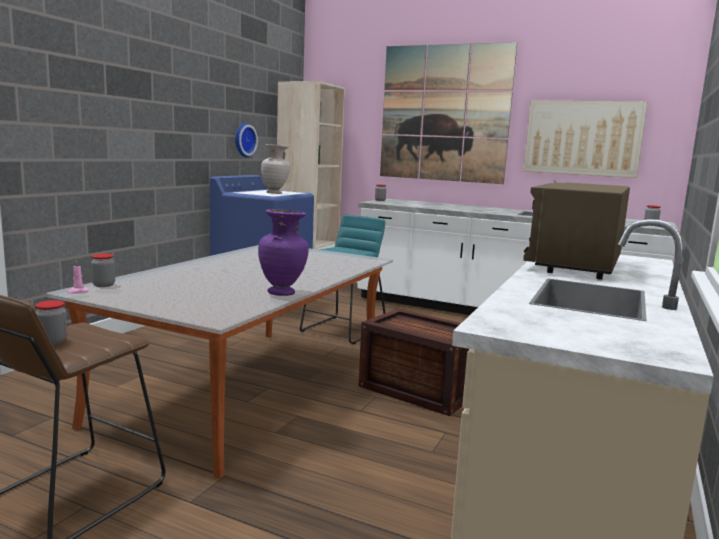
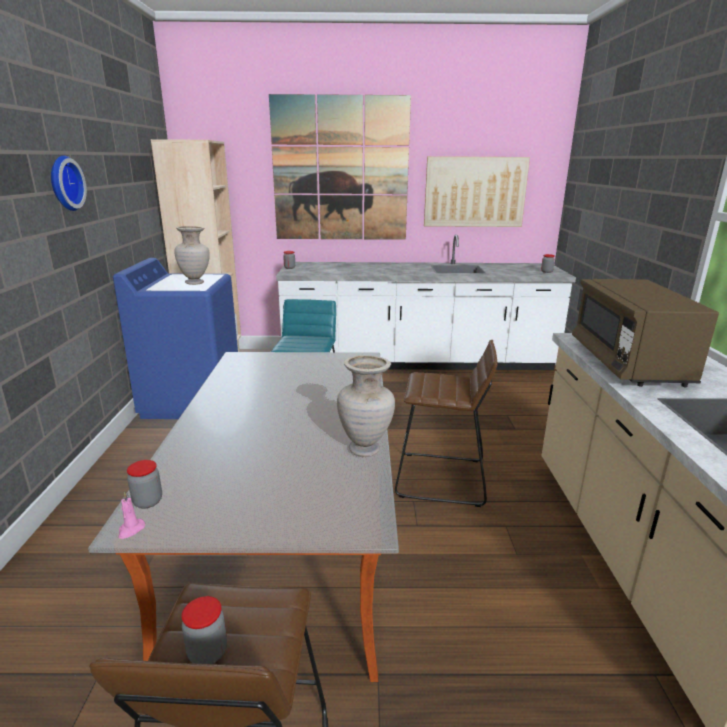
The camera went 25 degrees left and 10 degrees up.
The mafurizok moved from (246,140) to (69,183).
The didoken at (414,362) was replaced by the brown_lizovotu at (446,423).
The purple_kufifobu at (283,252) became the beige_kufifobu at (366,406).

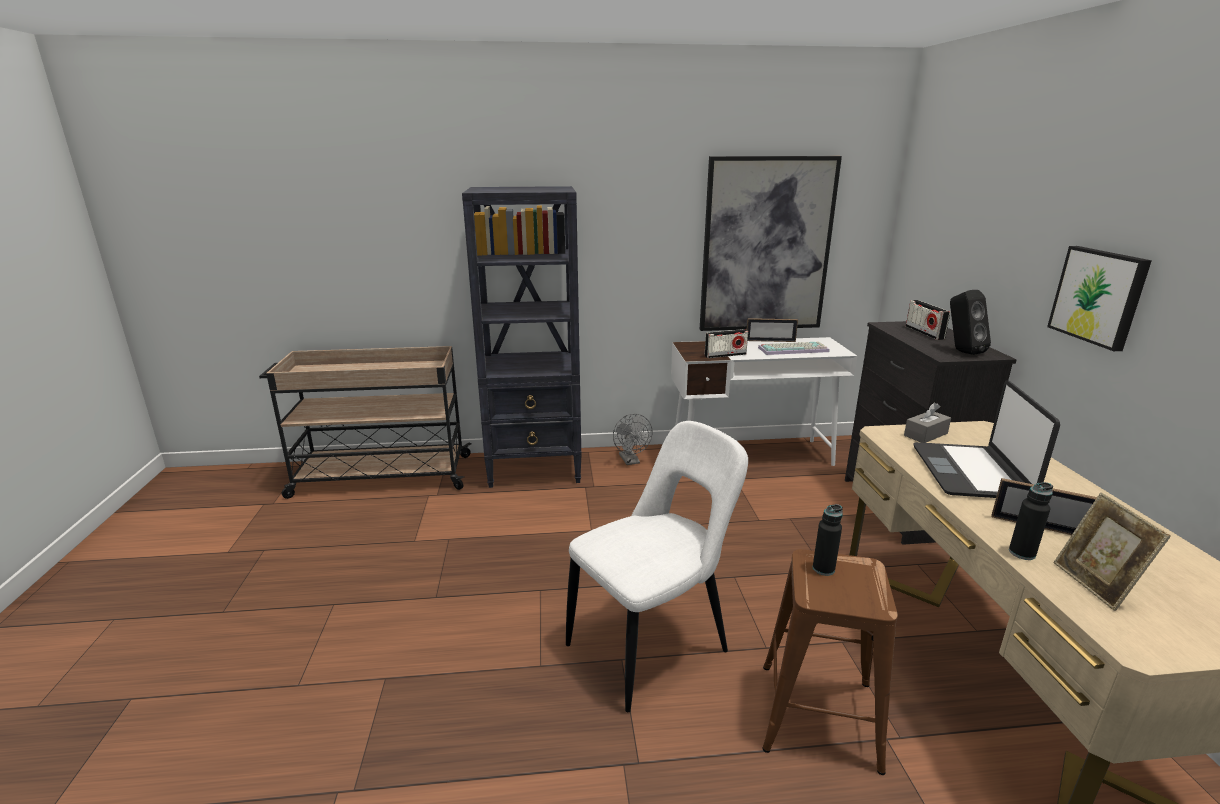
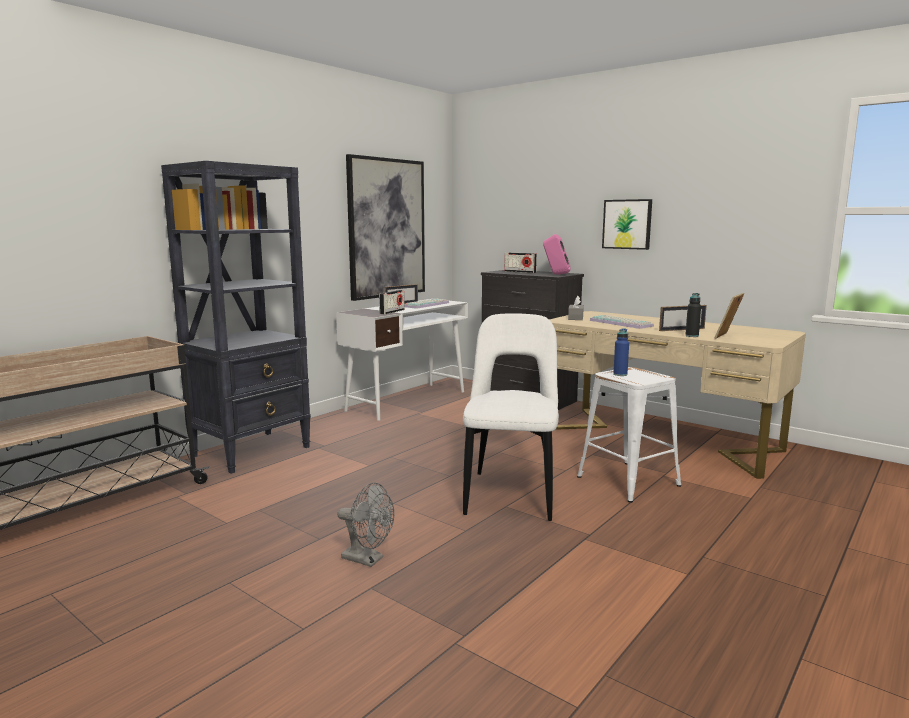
The camera went 45 degrees left and 10 degrees down.
The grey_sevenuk moved from (633,439) to (365,524).
The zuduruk at (986,439) was replaced by the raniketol at (622,322).
The brown_lizovotu at (830,662) became the white_lizovotu at (629,435).
The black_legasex at (828,540) became the blue_legasex at (621,352).
The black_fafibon at (970,322) became the pink_fafibon at (557,254).
The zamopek at (1112,551) turned 90 degrees clockwise.

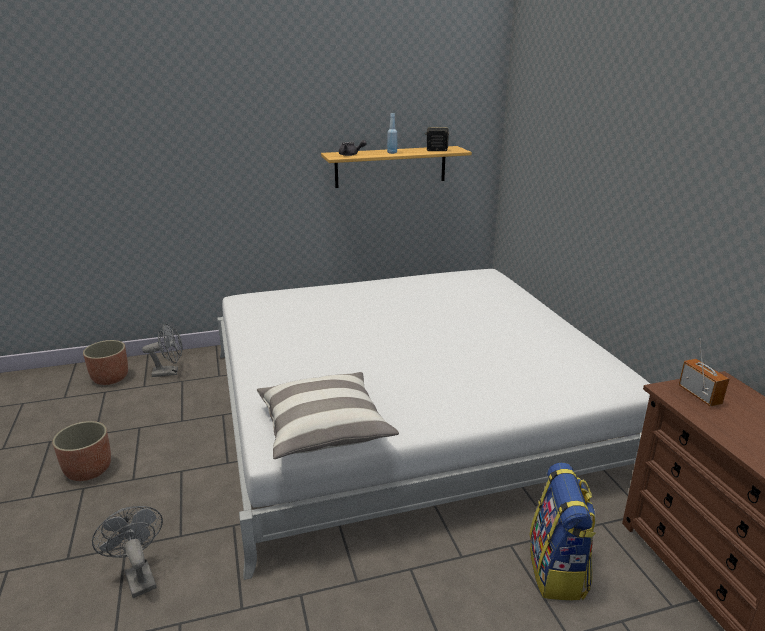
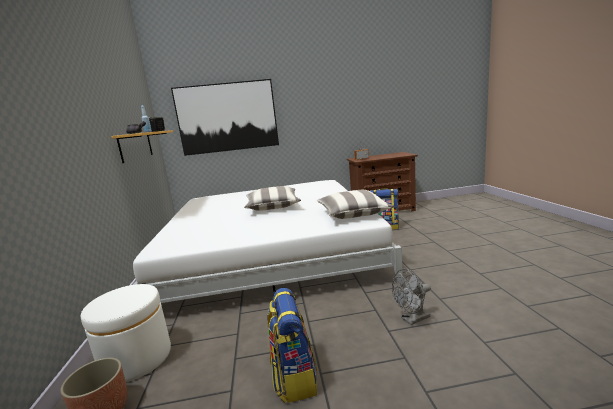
The camera went 80 degrees left and 10 degrees down.
The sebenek at (225,117) appeared.
The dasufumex at (272,198) appeared.
The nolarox at (81,451) was replaced by the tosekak at (293,345).
The grey_sevenuk at (162,350) was replaced by the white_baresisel at (126,333).

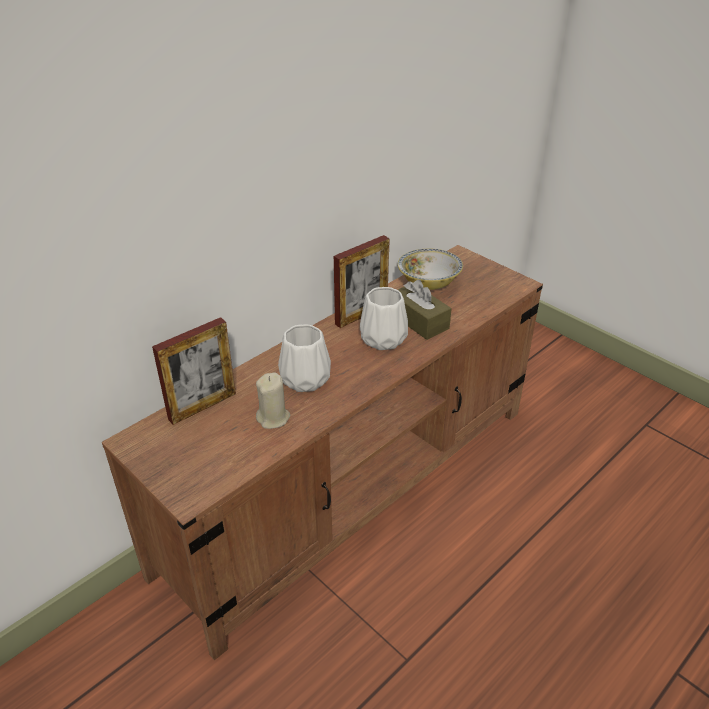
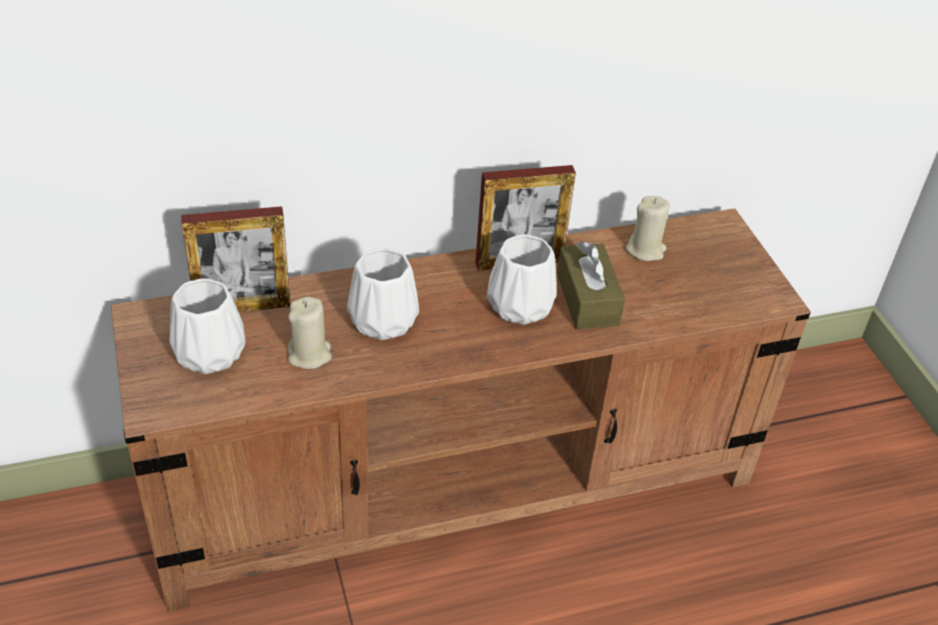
The camera went 25 degrees right and 5 degrees up.
The white_kufifobu at (207,326) appeared.
The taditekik at (430,269) was replaced by the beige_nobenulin at (648,228).

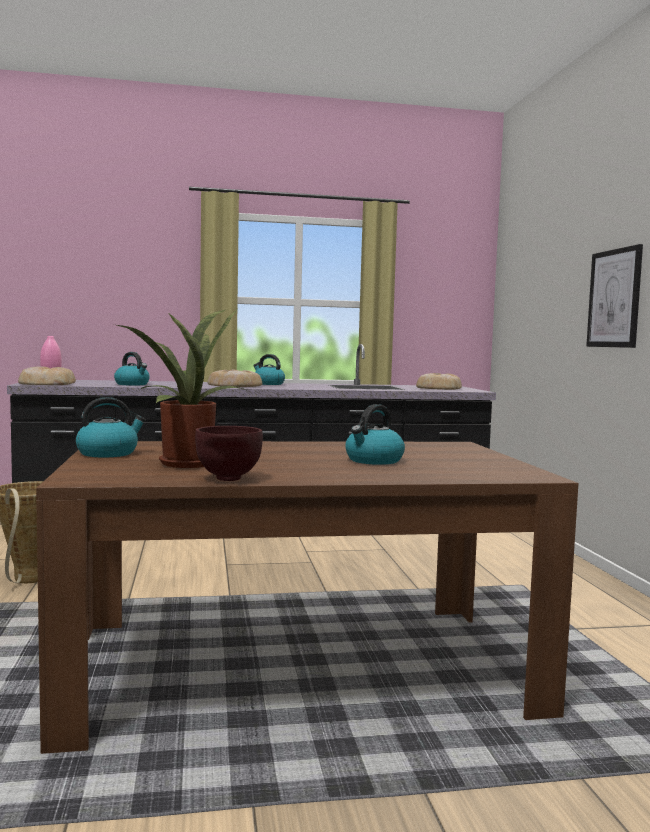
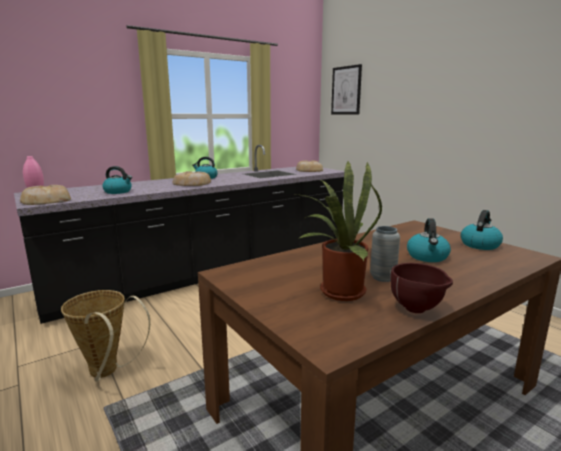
The camera went 25 degrees left and 10 degrees up.
The grey_kufifobu at (385,254) appeared.
The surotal moved from (111,427) to (482,230).
The sebenek moved from (614,296) to (346,89).

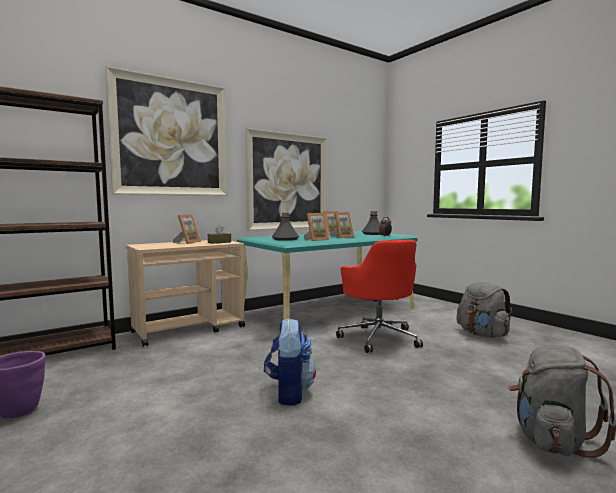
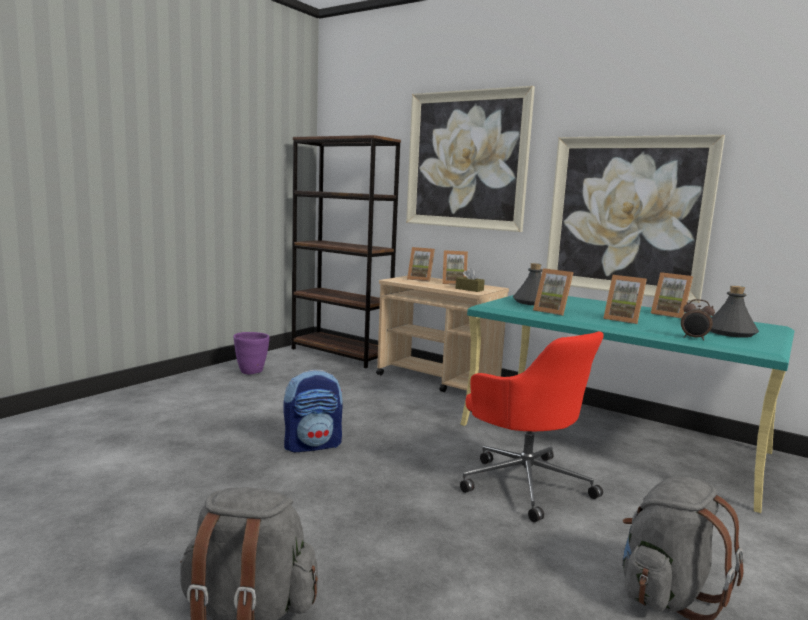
The camera went 70 degrees right and 5 degrees up.
The zamopek at (421,264) appeared.
The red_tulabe at (379,296) turned 90 degrees counterclockwise.

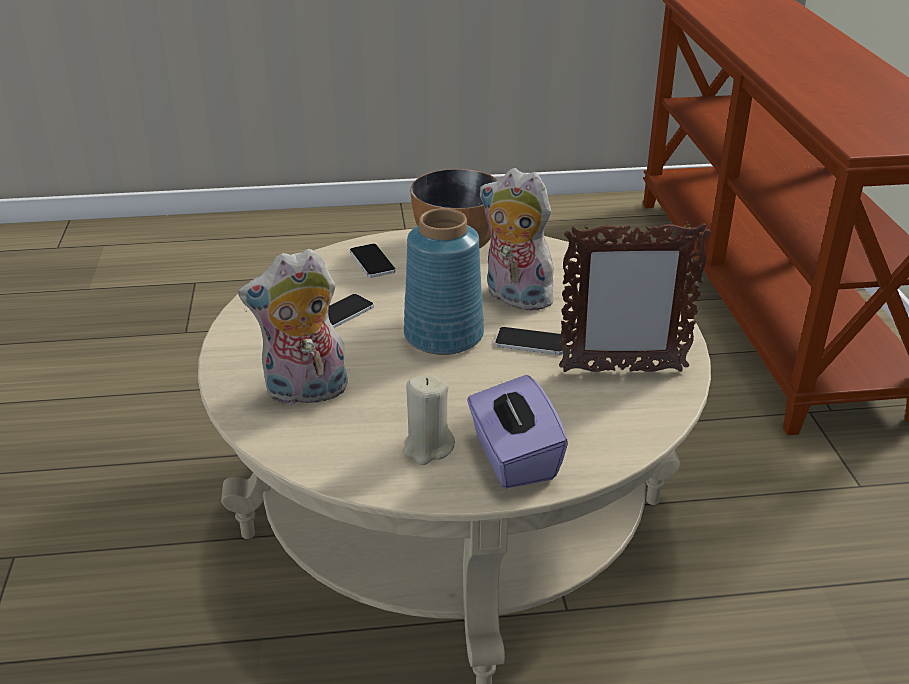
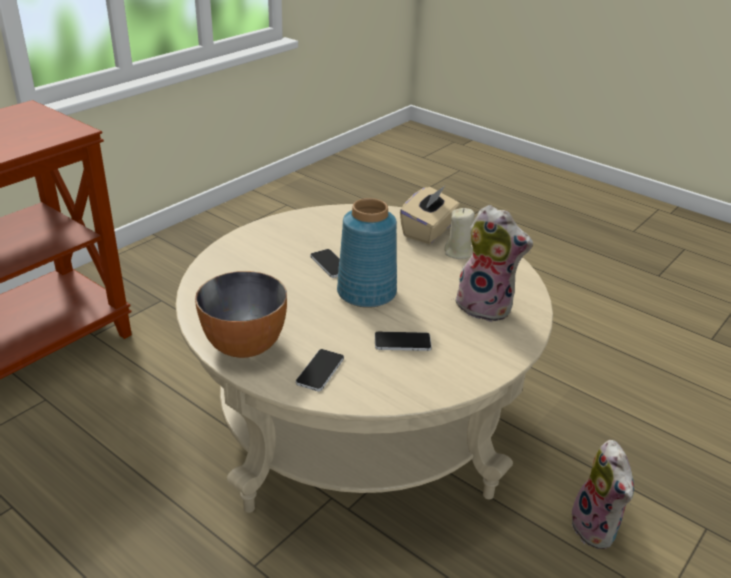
The camera went 135 degrees left and 0 degrees up.
The zamopek at (635,296) disappeared.
The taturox moved from (518,239) to (602,494).
The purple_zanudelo at (517,431) became the beige_zanudelo at (430,215).

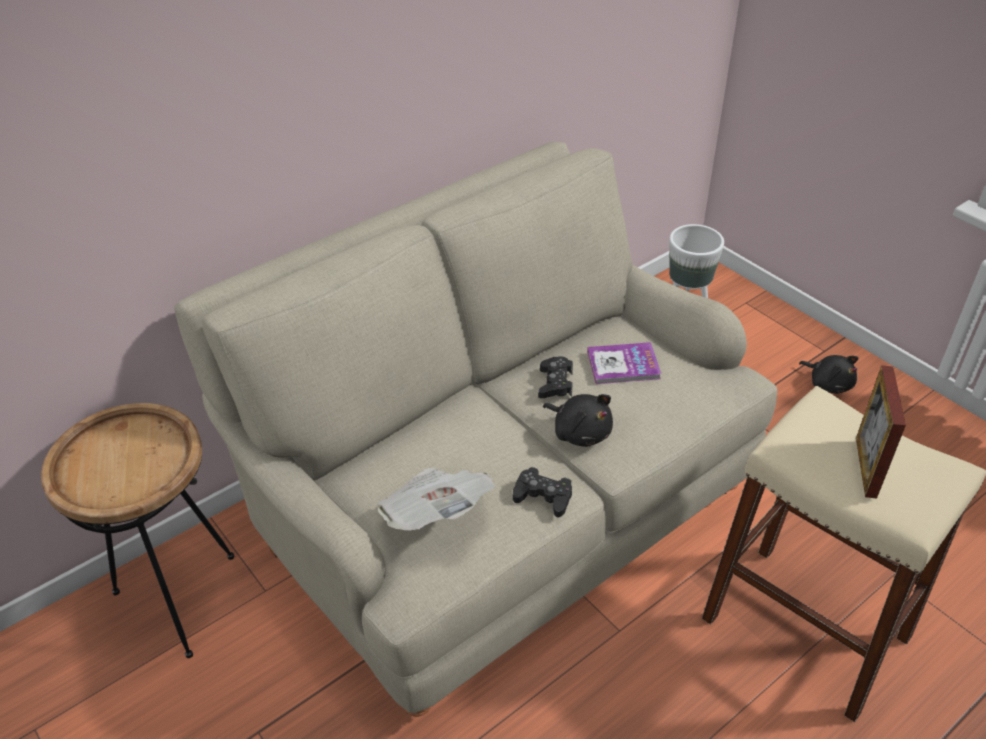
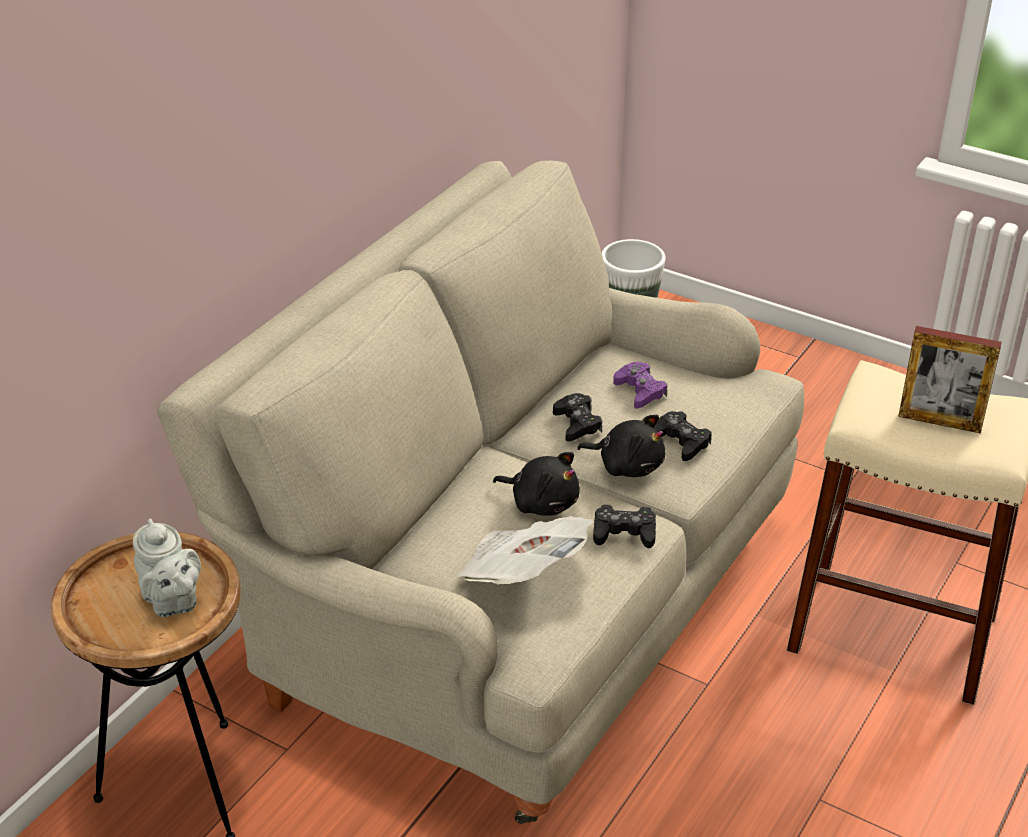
The camera went 20 degrees left and 5 degrees down.
The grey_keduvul at (167,568) appeared.
The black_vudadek at (683,436) appeared.
The black_taturox moved from (829,374) to (536,484).
The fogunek at (624,363) was replaced by the purple_vudadek at (640,385).
The zamopek at (881,431) turned 60 degrees counterclockwise.

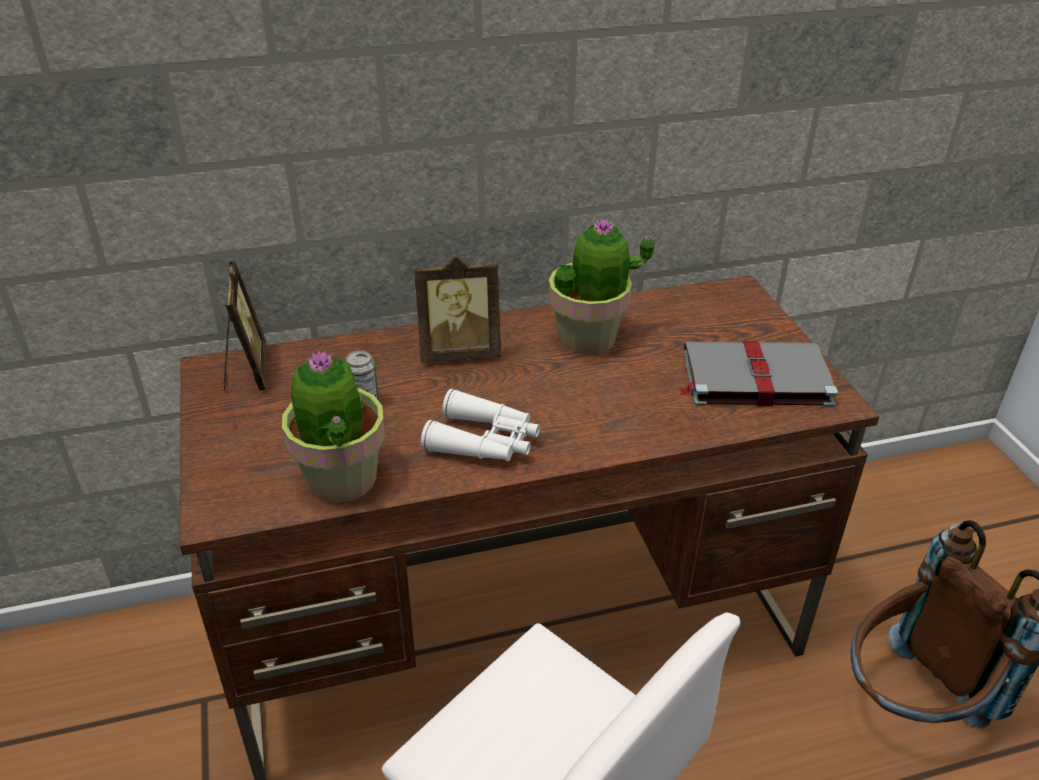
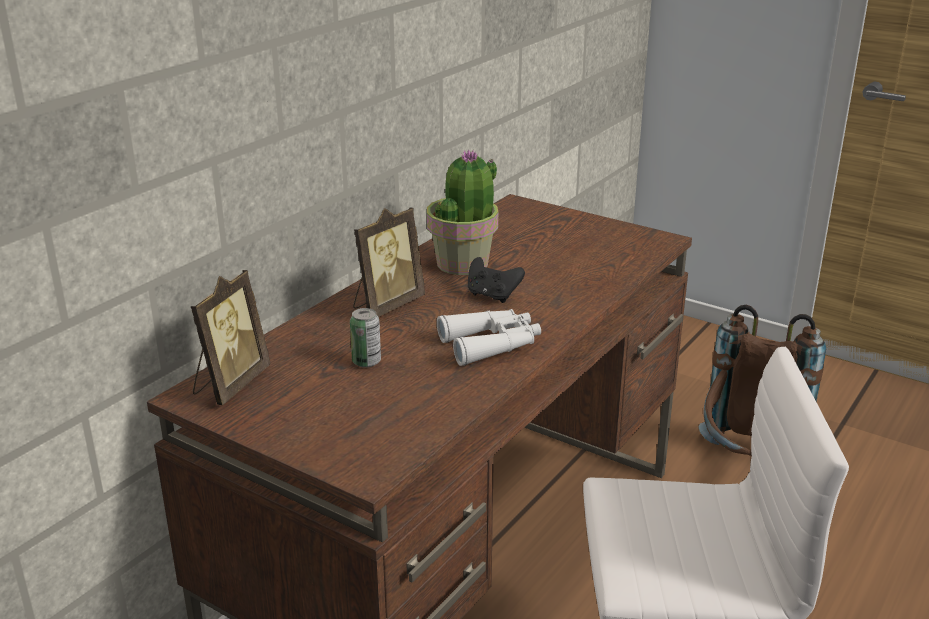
The camera went 40 degrees left and 10 degrees down.
The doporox at (333,426) disappeared.
The grey_fogunek at (758,374) disappeared.
The black_vudadek at (496,280) appeared.
The zamopek at (245,326) turned 75 degrees clockwise.

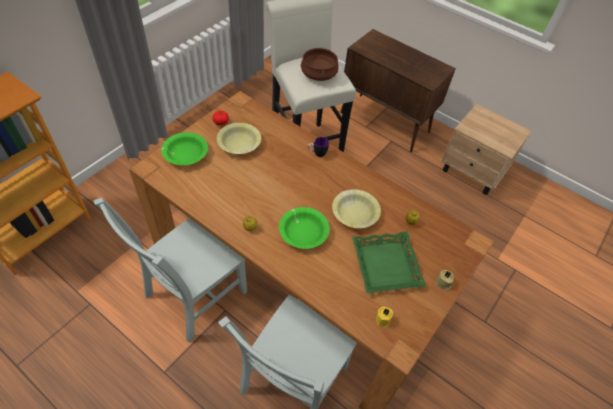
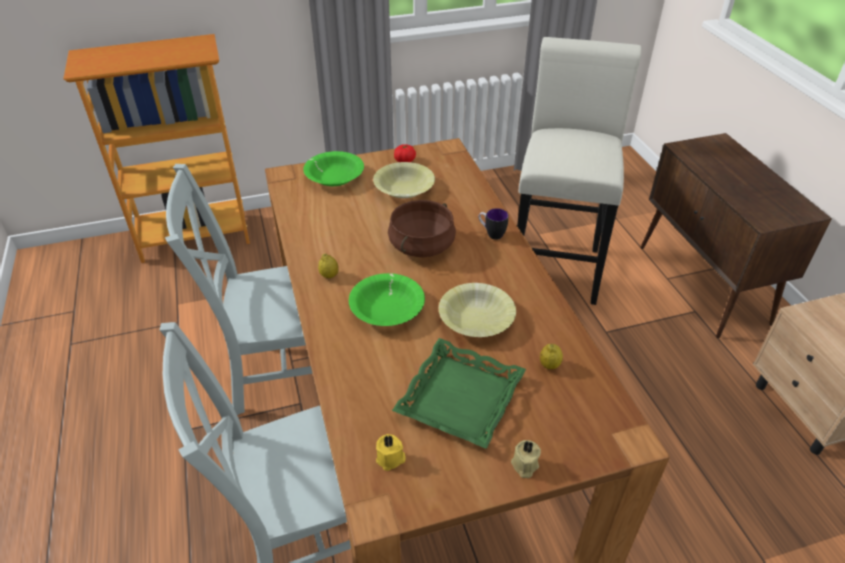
The camera went 40 degrees right and 10 degrees down.
The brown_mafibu moved from (320,64) to (422,228).

